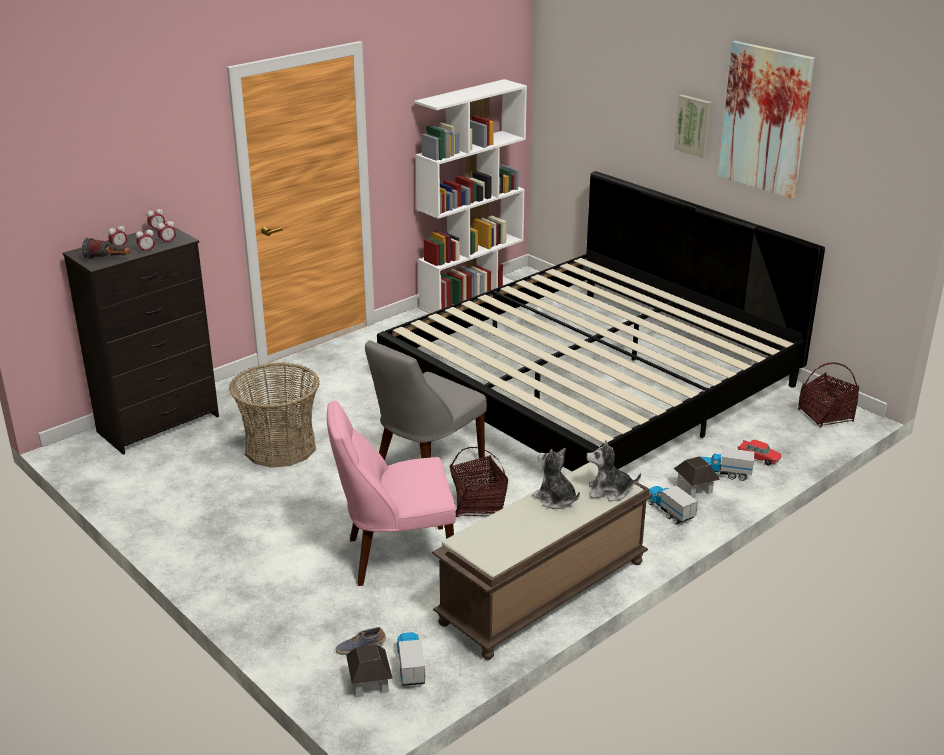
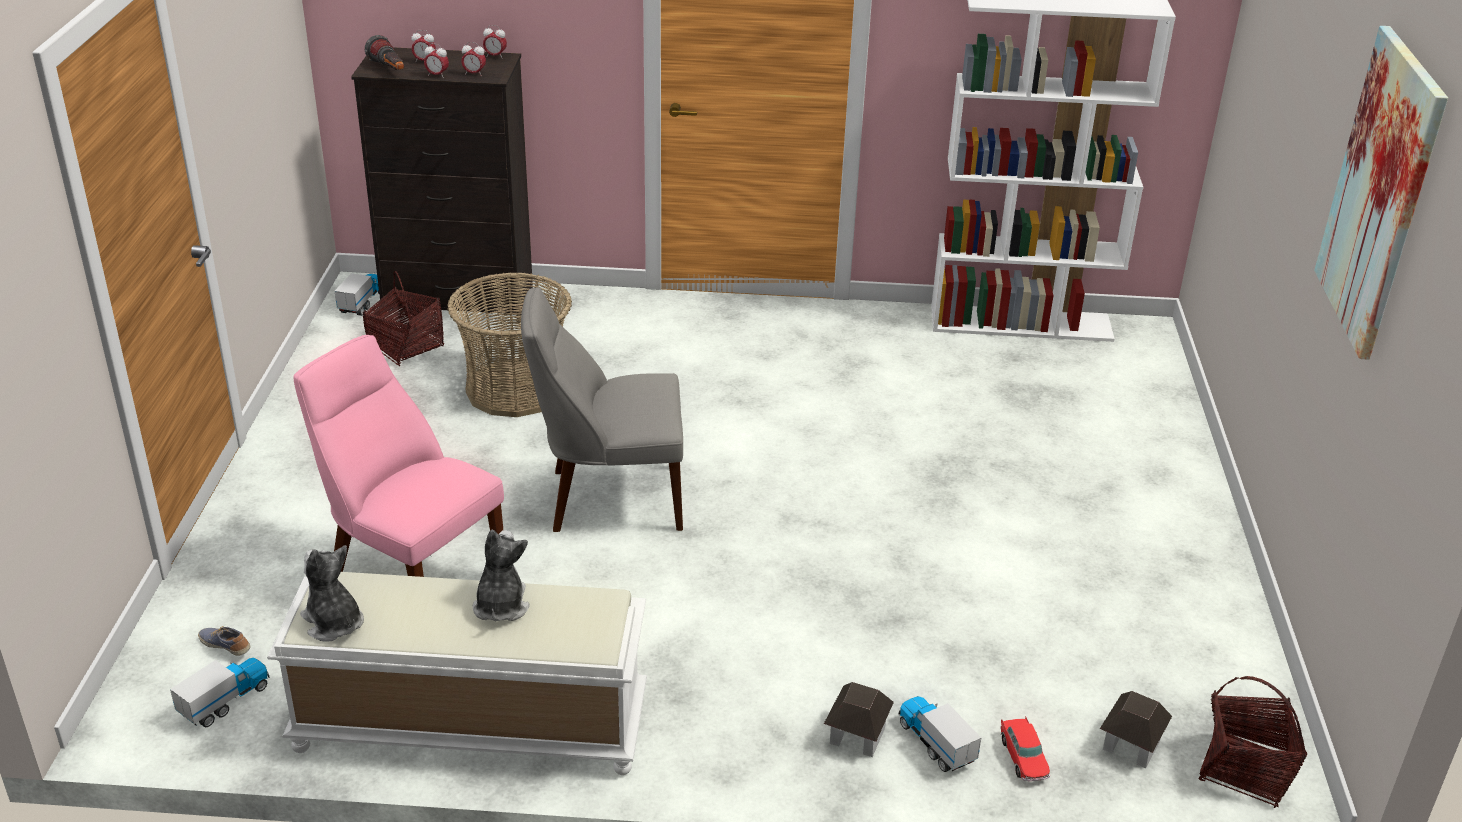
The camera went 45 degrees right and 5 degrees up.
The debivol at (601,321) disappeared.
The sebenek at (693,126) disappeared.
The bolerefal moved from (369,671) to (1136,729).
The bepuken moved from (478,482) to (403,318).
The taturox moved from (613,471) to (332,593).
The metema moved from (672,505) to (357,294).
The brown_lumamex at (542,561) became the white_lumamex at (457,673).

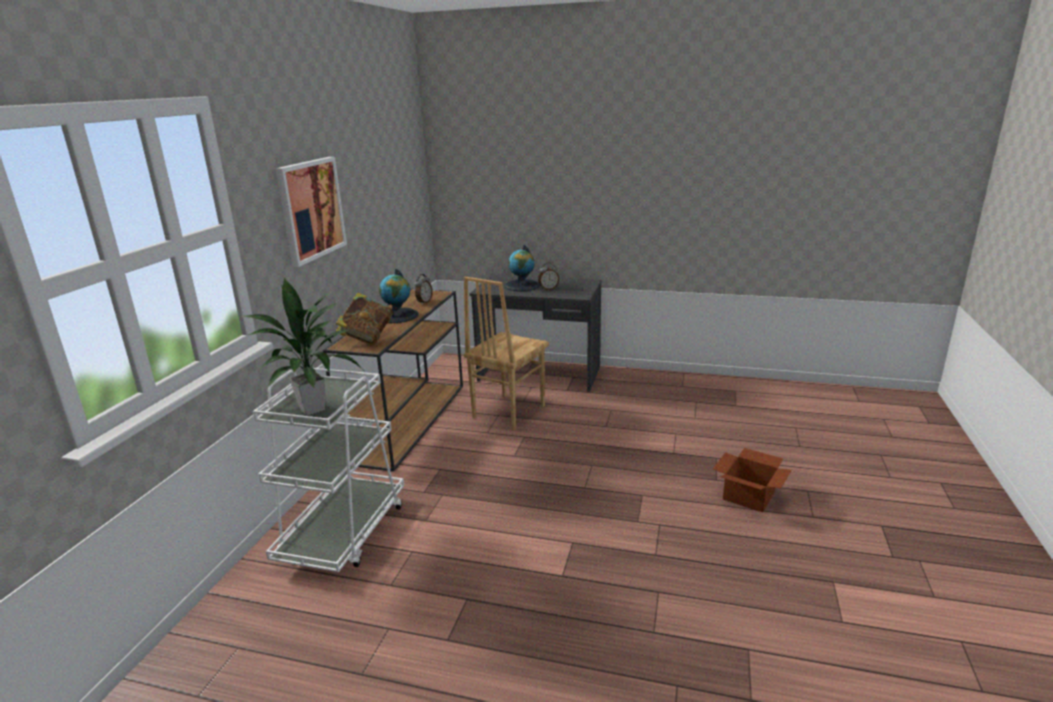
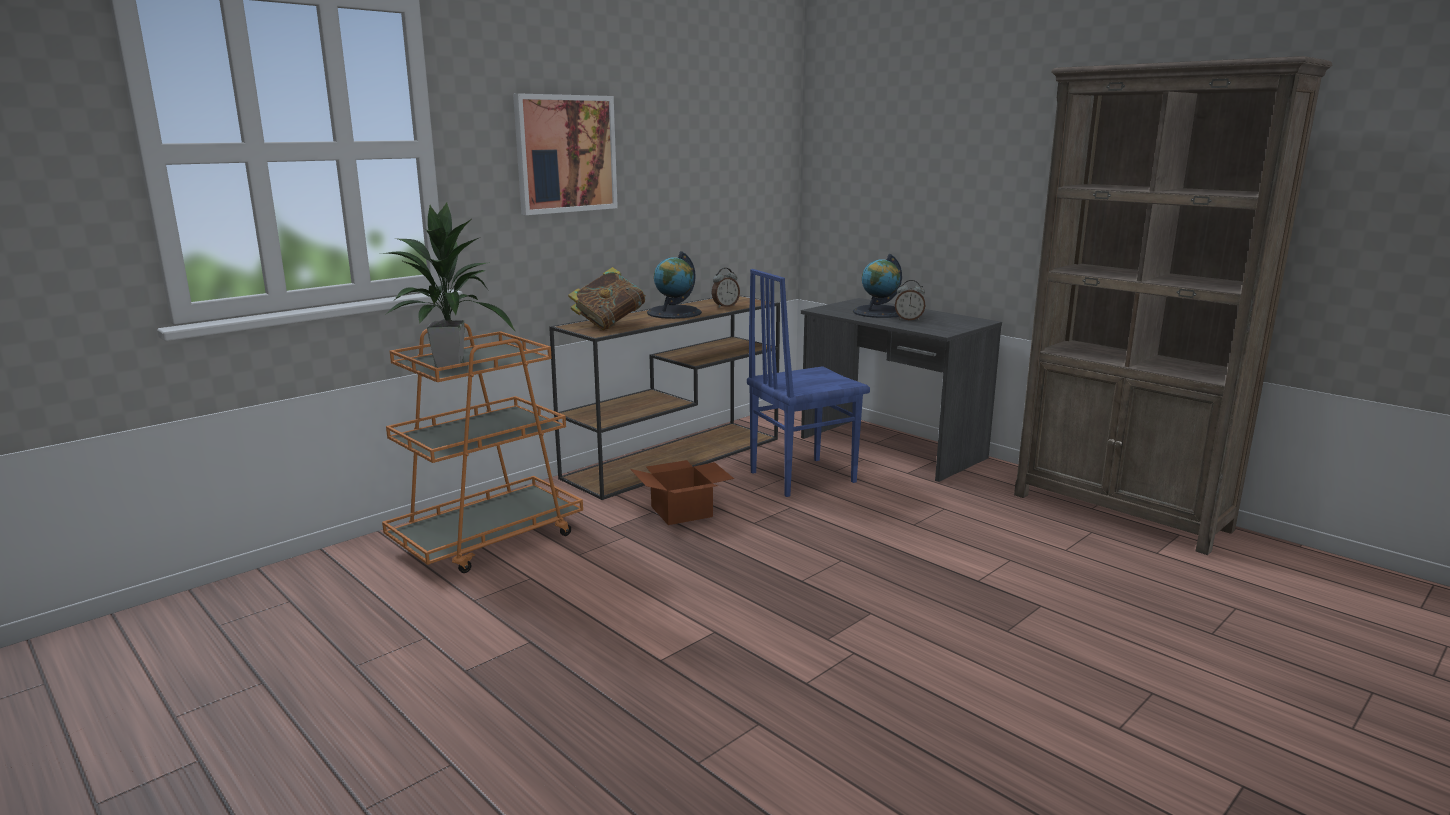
The camera went 30 degrees right and 5 degrees down.
The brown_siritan at (1173,305) appeared.
The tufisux moved from (752,480) to (682,492).
The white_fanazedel at (328,470) became the orange_fanazedel at (482,448).
The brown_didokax at (506,353) became the blue_didokax at (808,383).

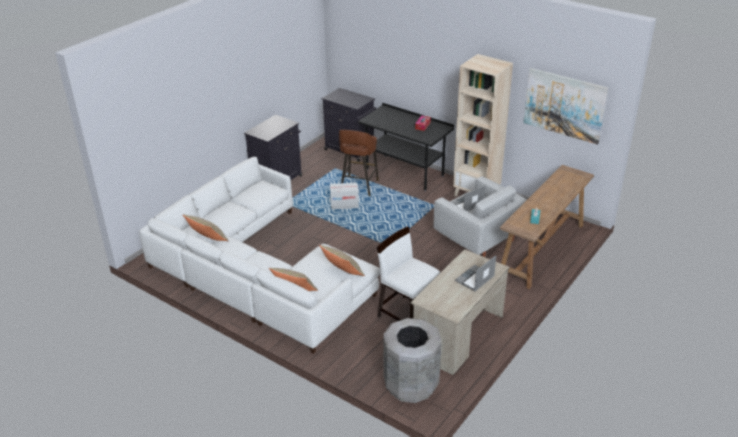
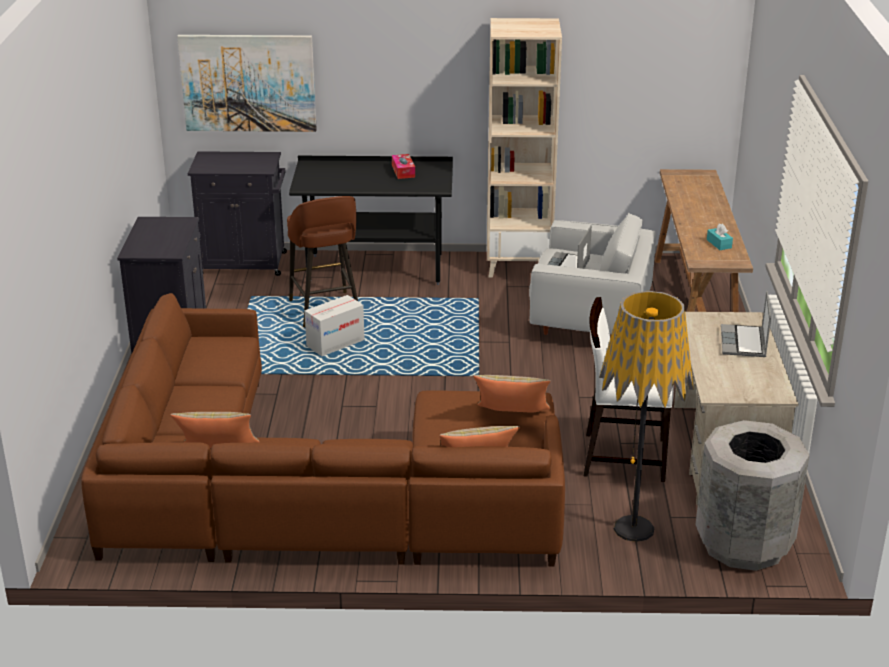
The camera went 35 degrees left and 5 degrees down.
The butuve at (646,416) appeared.
The sebenek moved from (565,106) to (247,83).
The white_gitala at (259,255) became the brown_gitala at (323,429).

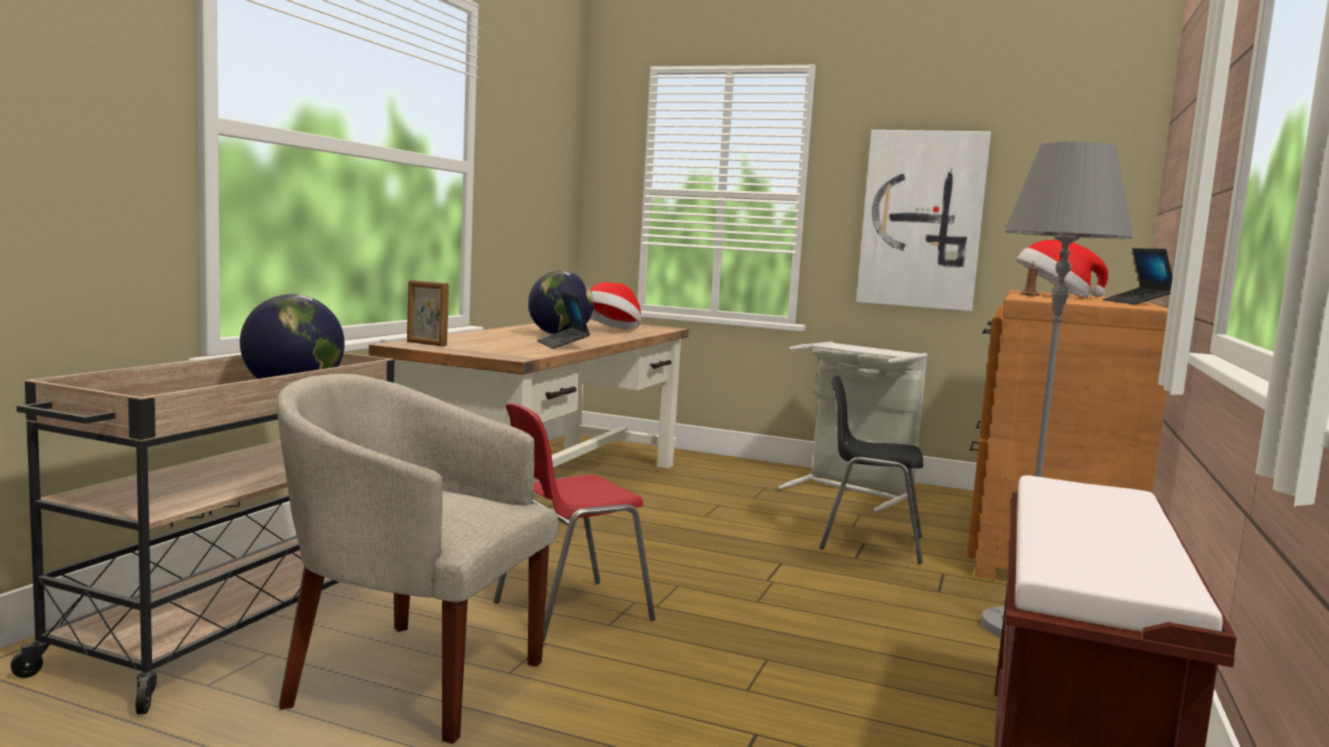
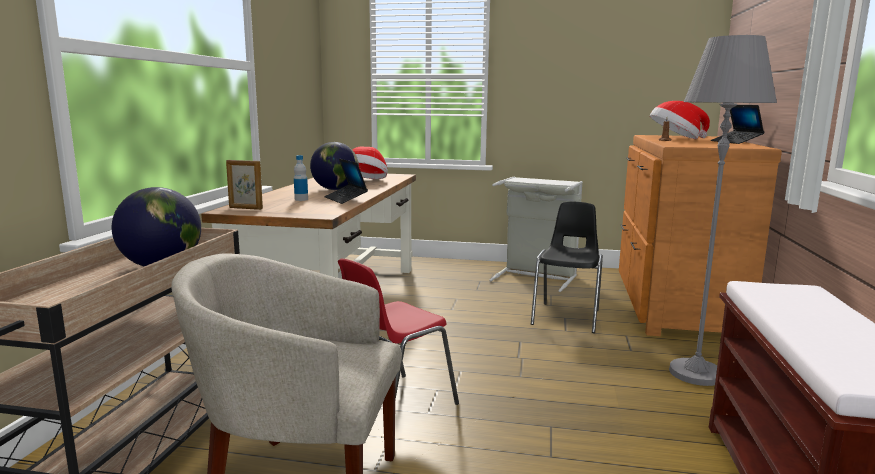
The camera went 10 degrees left and 5 degrees up.
The sebenek at (923,220) disappeared.
The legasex at (301,178) appeared.
The black_didokax at (871,470) turned 105 degrees clockwise.

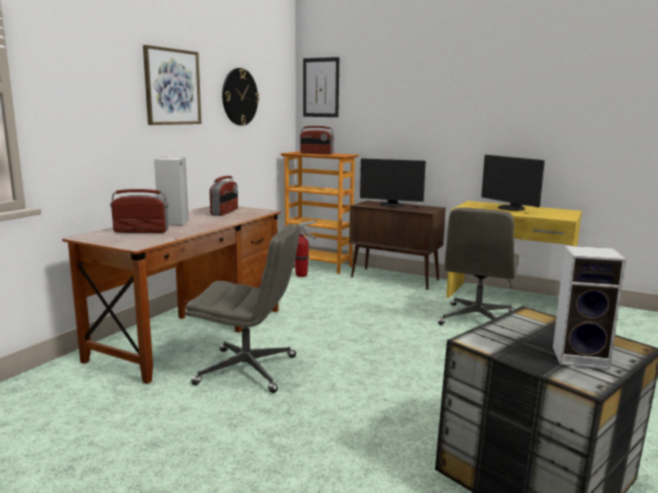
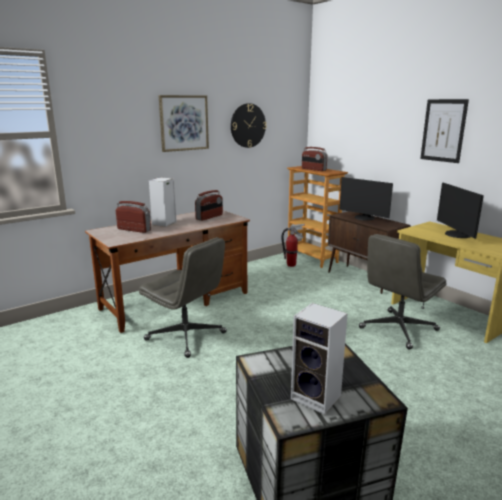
The camera went 25 degrees right and 5 degrees up.
The sebenek moved from (321,87) to (444,131).

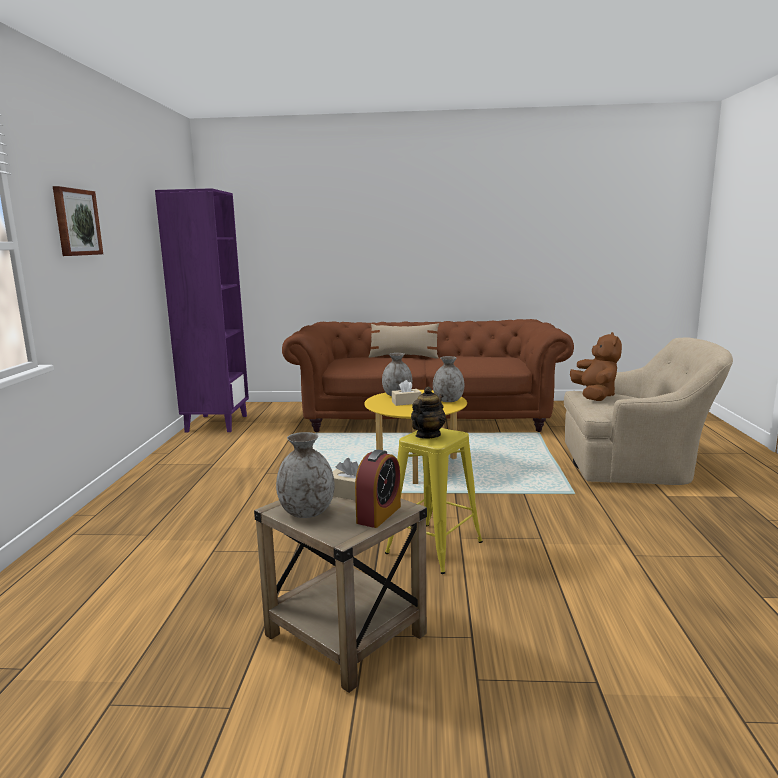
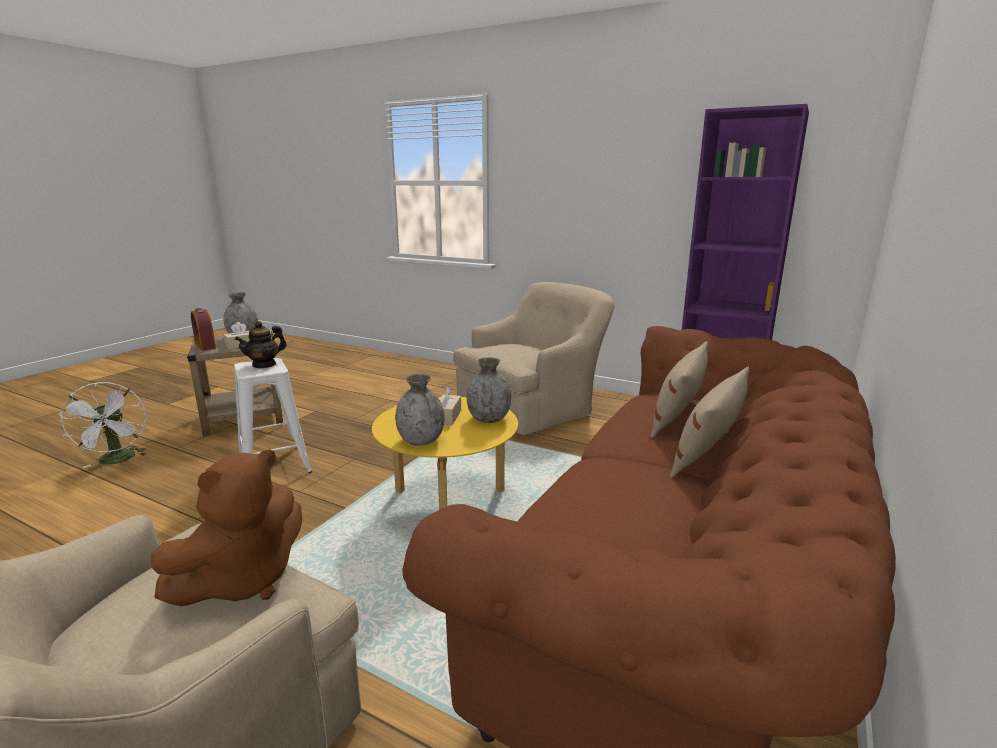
The camera went 115 degrees right and 5 degrees up.
The sebenek at (78,221) disappeared.
The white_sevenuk at (104,425) appeared.
The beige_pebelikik at (534,358) appeared.
The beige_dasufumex at (679,389) appeared.
The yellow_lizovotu at (434,501) became the white_lizovotu at (273,415).
The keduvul at (428,413) turned 75 degrees clockwise.
The brown_taturox at (596,366) turned 75 degrees counterclockwise.

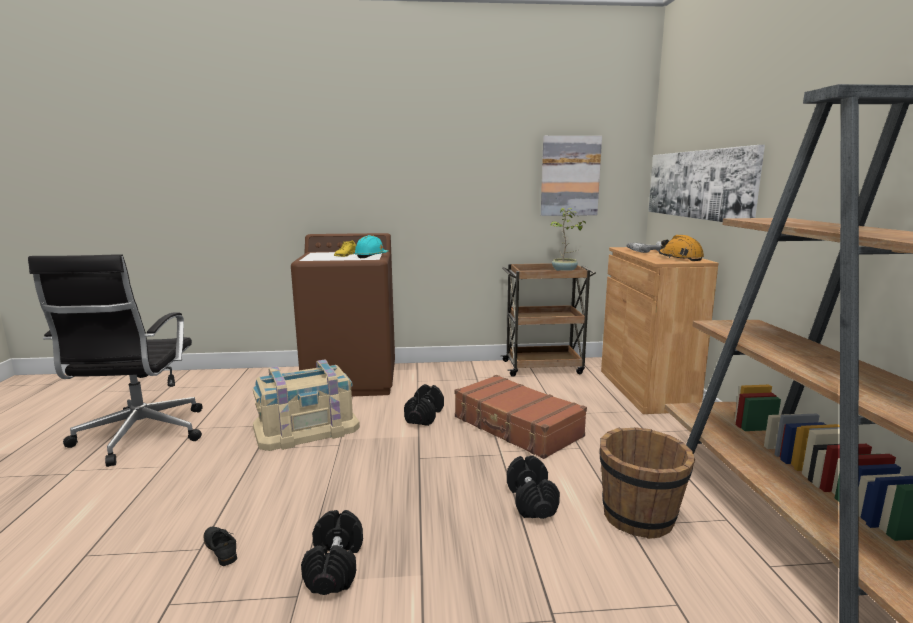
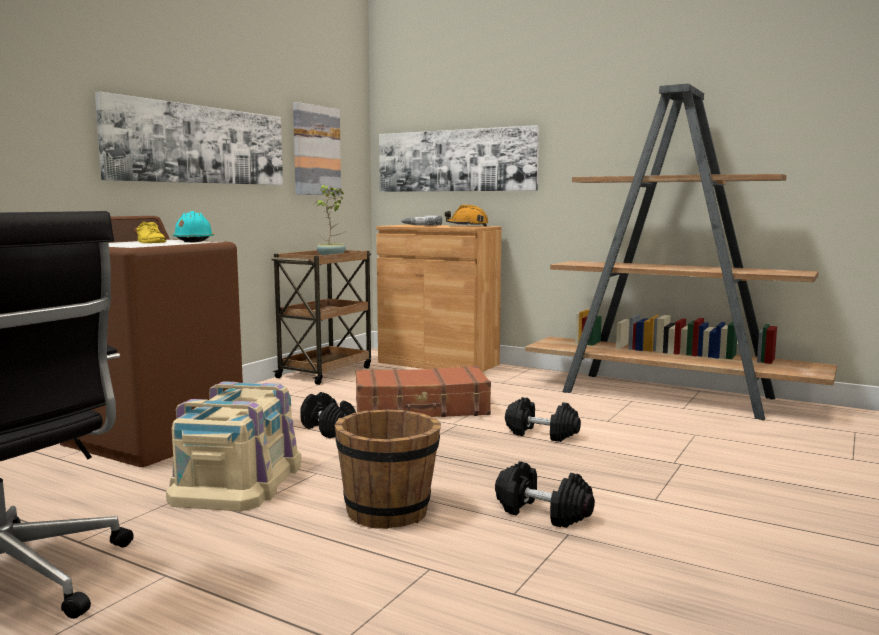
The camera went 55 degrees left and 5 degrees down.
The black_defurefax at (220,546) disappeared.
The sebenek at (189,138) appeared.
The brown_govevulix moved from (647,483) to (388,469).

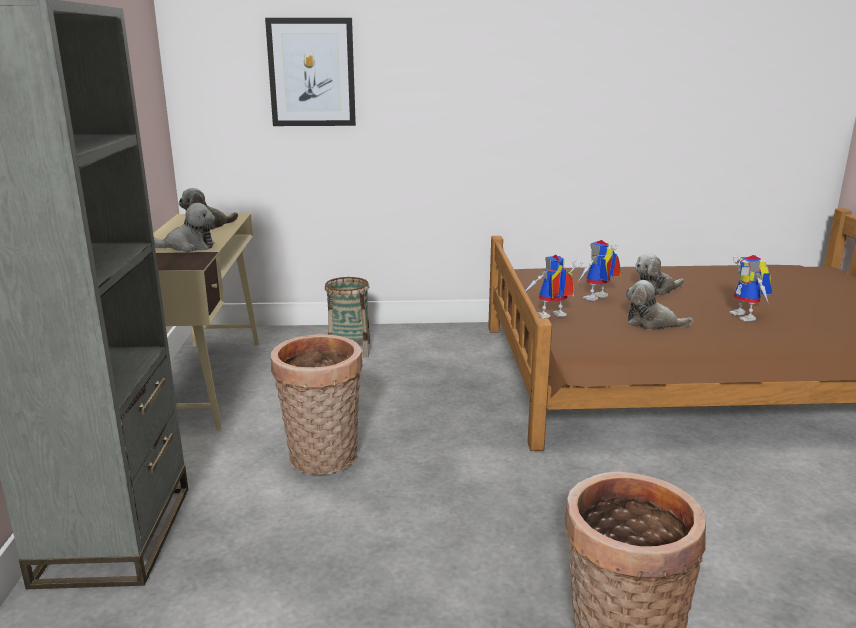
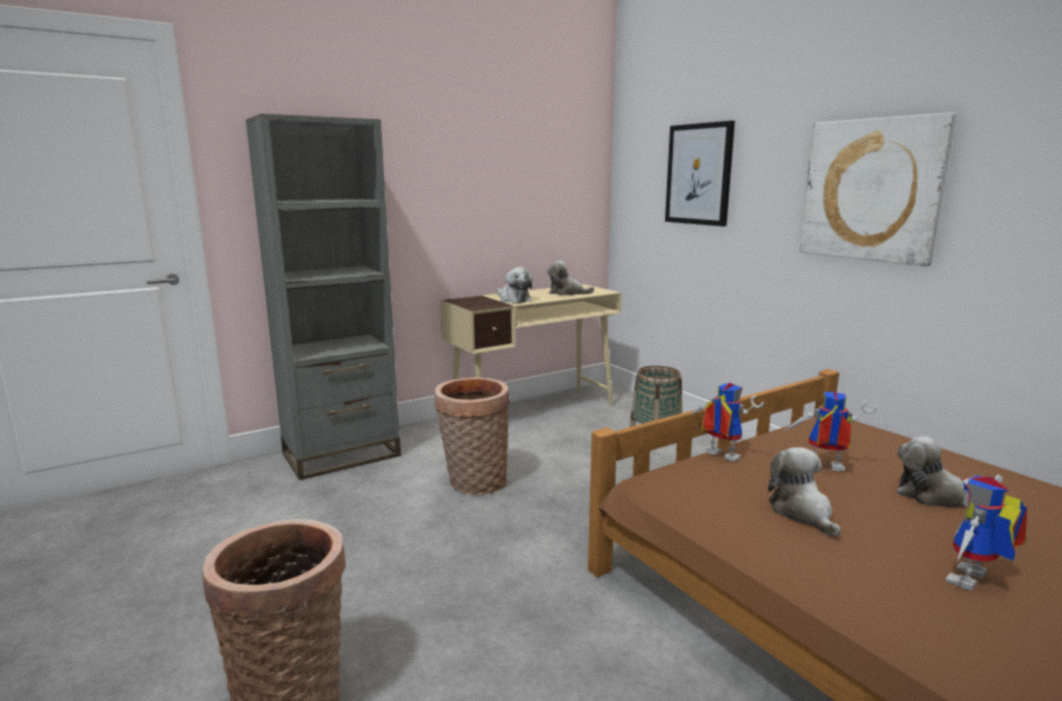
The camera went 60 degrees right and 5 degrees down.
The sebenek at (878,189) appeared.

